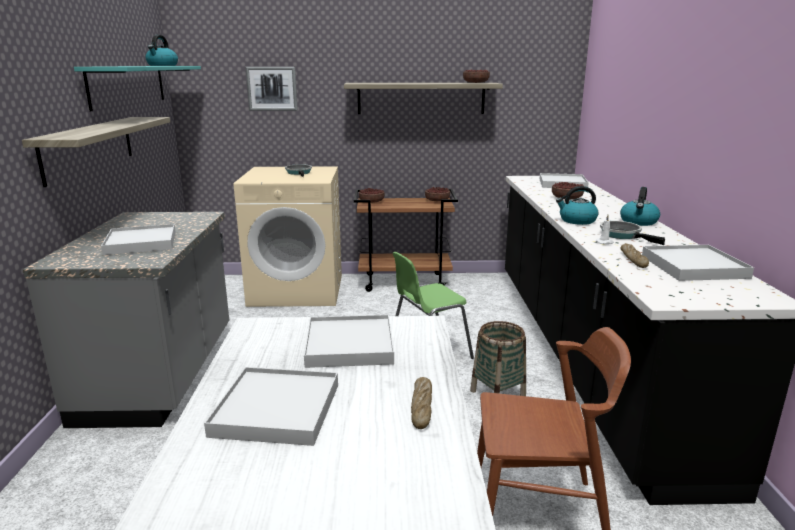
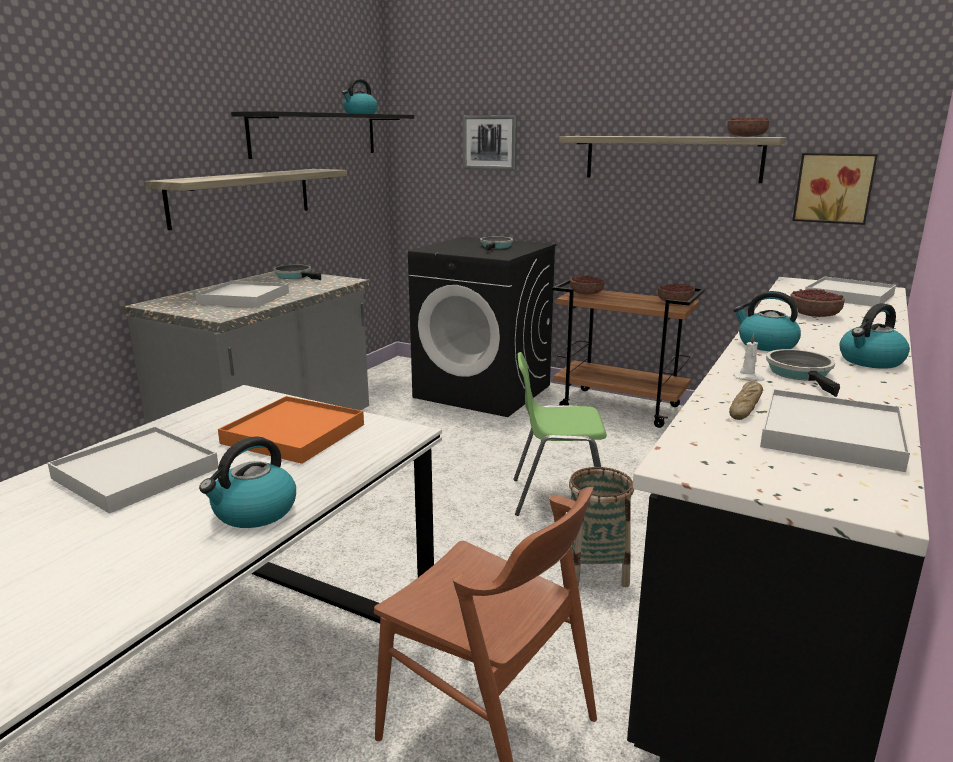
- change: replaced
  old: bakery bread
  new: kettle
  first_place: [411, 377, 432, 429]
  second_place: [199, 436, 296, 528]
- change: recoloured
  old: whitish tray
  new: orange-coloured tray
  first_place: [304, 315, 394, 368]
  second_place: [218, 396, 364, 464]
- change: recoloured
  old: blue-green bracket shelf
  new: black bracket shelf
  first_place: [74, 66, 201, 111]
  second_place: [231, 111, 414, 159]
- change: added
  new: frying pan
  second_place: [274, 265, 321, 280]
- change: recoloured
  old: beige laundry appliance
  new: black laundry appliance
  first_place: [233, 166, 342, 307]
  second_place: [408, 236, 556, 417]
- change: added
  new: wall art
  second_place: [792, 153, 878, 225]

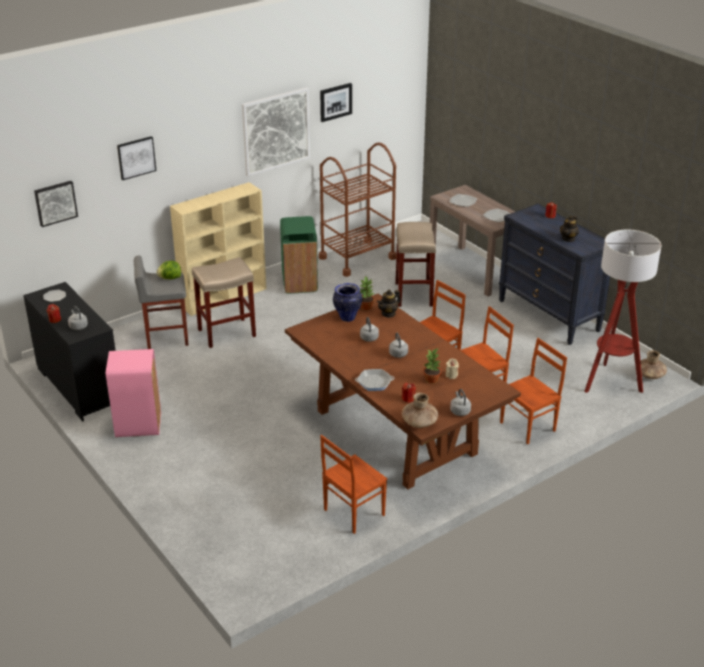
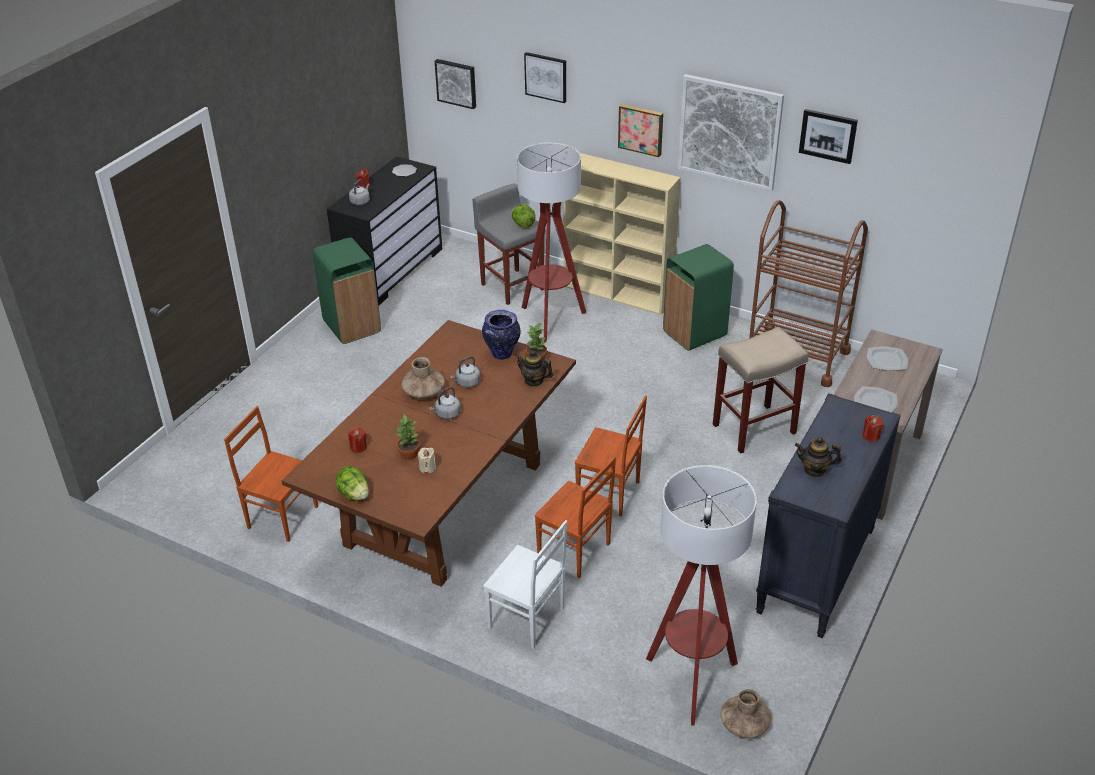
- change: recoloured
  old: pink rubbish bin
  new: green-coloured rubbish bin
  first_place: [106, 349, 161, 437]
  second_place: [313, 237, 381, 344]
- change: replaced
  old: greyish kettle
  new: head of lettuce
  first_place: [450, 389, 471, 416]
  second_place: [335, 466, 369, 500]
- change: moved
  old: brownish flower vase
  first_place: [402, 393, 438, 428]
  second_place: [402, 357, 445, 399]
- change: recoloured
  old: brownish upright chair
  new: whitish upright chair
  first_place: [500, 338, 567, 444]
  second_place: [483, 520, 567, 649]
- change: replaced
  old: beige stool
  new: standing lamp
  first_place: [192, 257, 256, 348]
  second_place: [517, 142, 586, 343]
- change: added
  new: wall art
  second_place: [618, 104, 663, 157]
- change: removed
  old: frying pan
  first_place: [355, 369, 394, 391]

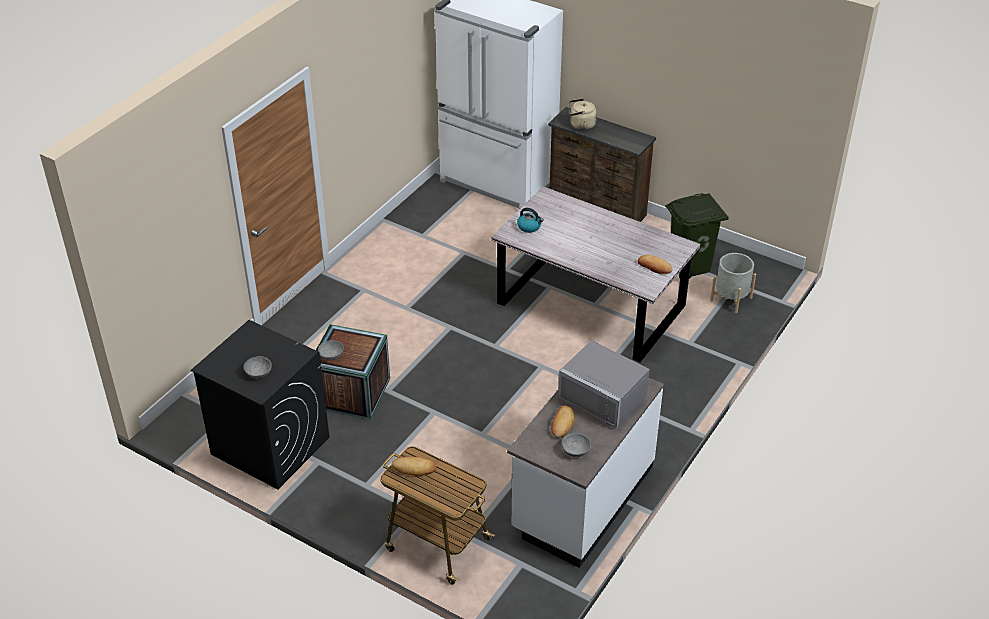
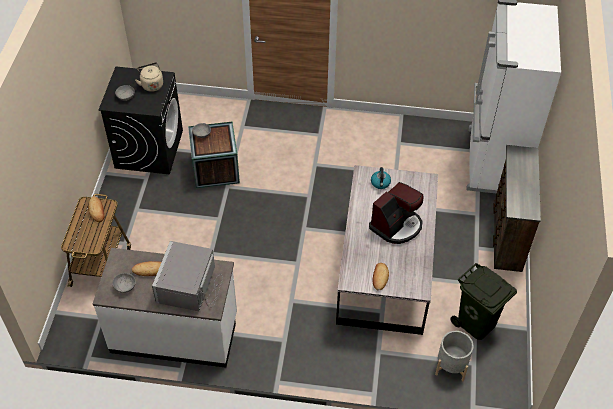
- change: moved
  old: beige kettle
  first_place: [569, 99, 597, 130]
  second_place: [135, 62, 163, 92]
- change: added
  new: coffee maker
  second_place: [369, 182, 423, 244]

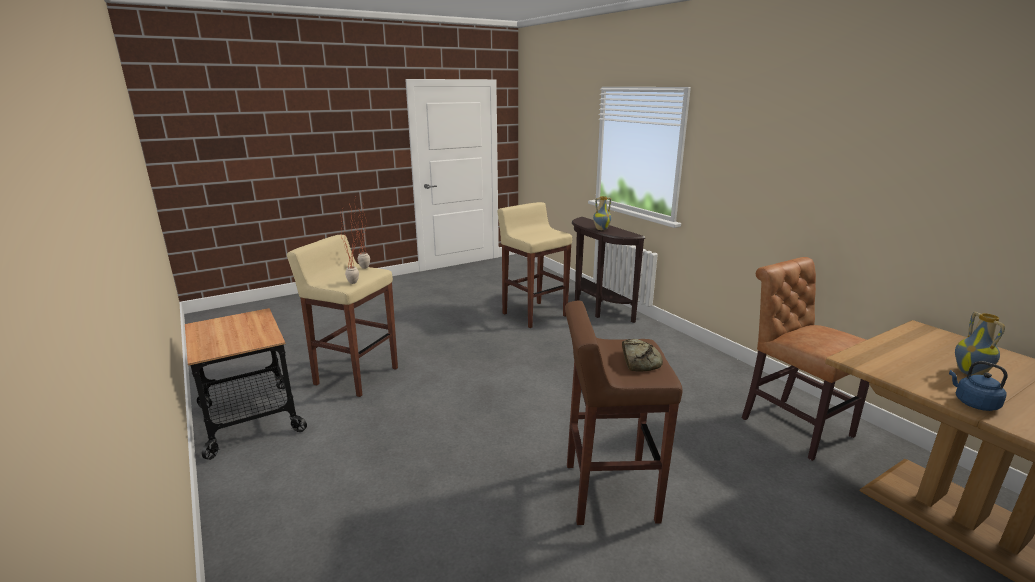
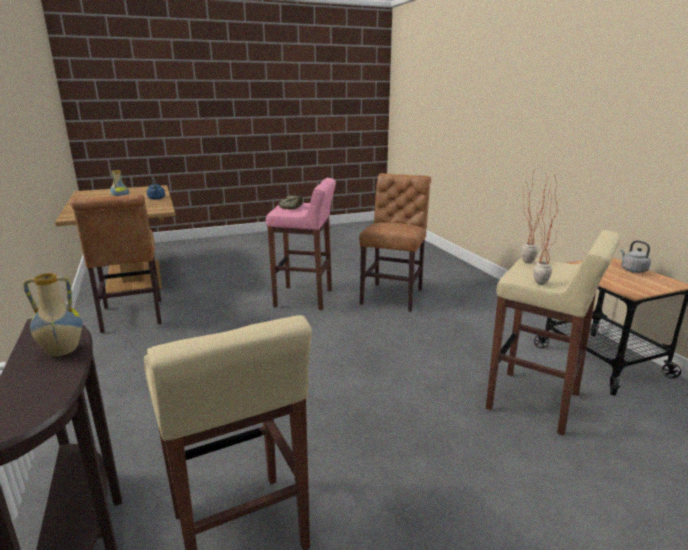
- change: recoloured
  old: brownish stool
  new: pink stool
  first_place: [565, 301, 683, 525]
  second_place: [266, 178, 336, 310]
- change: added
  new: brownish upright chair
  second_place: [359, 173, 431, 312]
- change: added
  new: greyish kettle
  second_place: [620, 240, 651, 273]

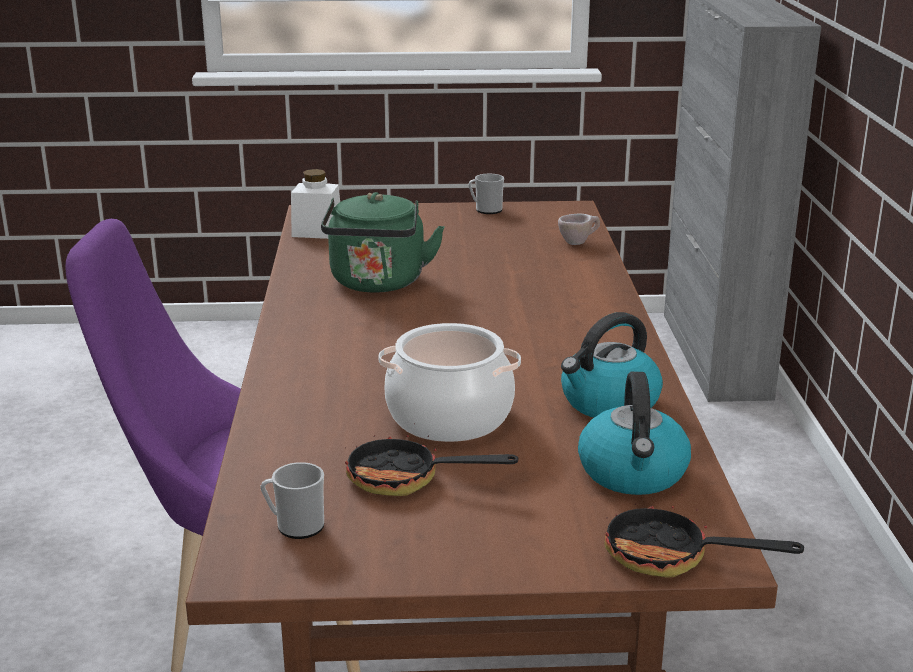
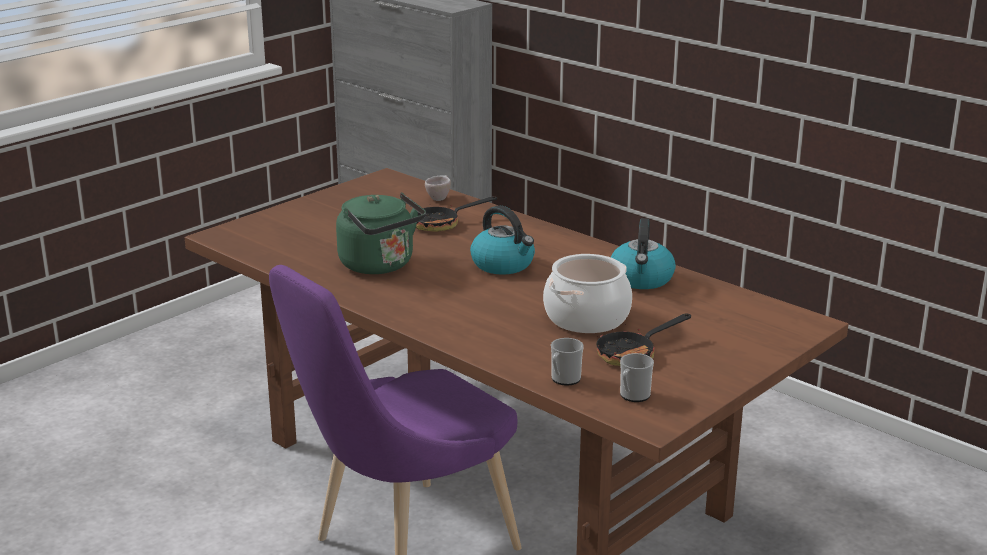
- change: moved
  old: frying pan
  first_place: [604, 504, 804, 577]
  second_place: [416, 196, 497, 232]
- change: moved
  old: kettle
  first_place: [578, 372, 691, 495]
  second_place: [470, 206, 535, 275]
- change: moved
  old: coffee mug
  first_place: [468, 174, 504, 214]
  second_place: [551, 338, 584, 385]
- change: removed
  old: whitish preserve jar
  first_place: [291, 169, 340, 239]

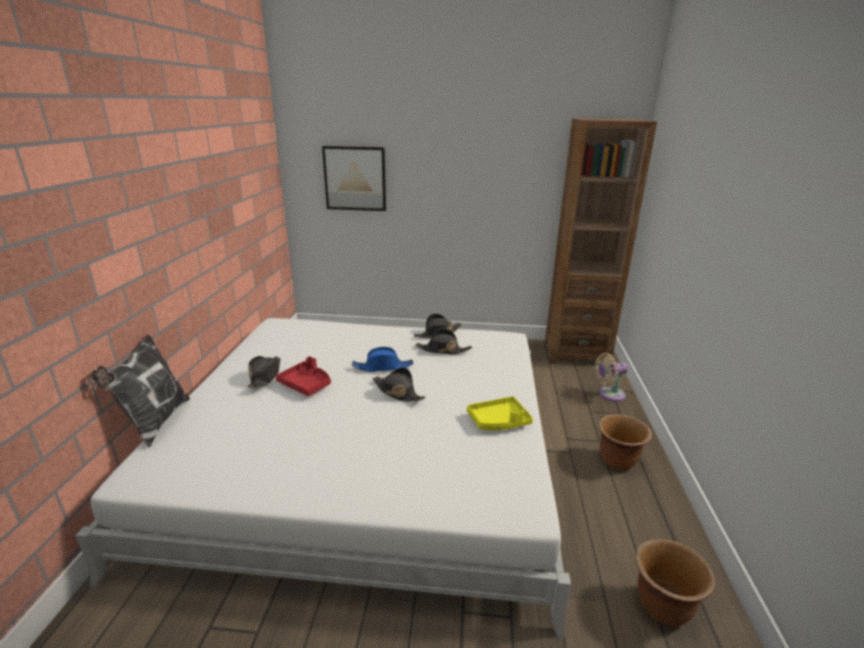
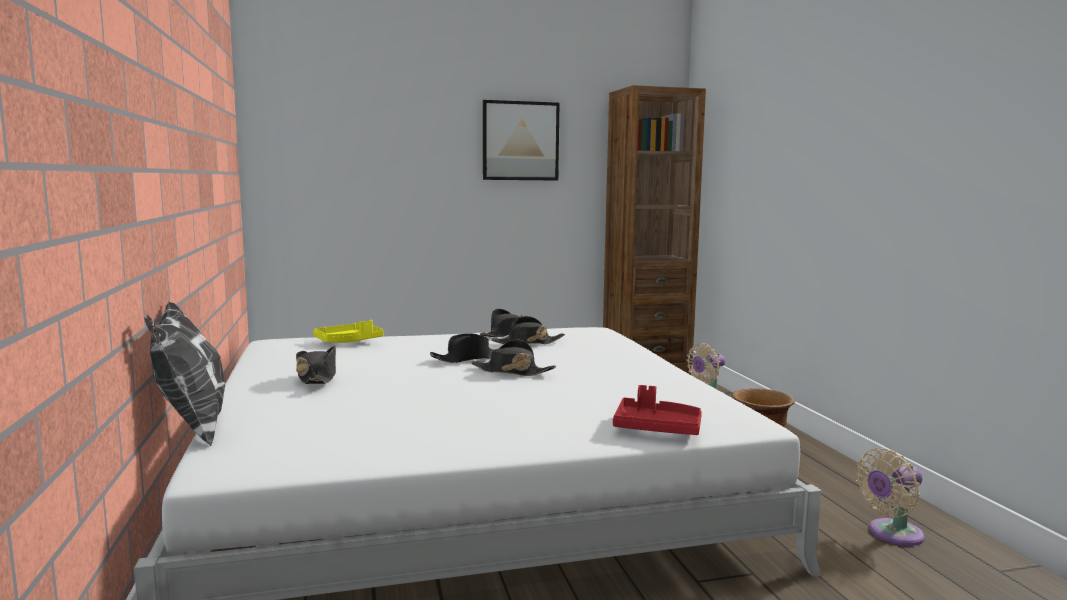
- change: moved
  old: yellow tray
  first_place: [467, 396, 533, 430]
  second_place: [313, 320, 383, 343]
- change: recoloured
  old: blue-coloured clothing hat
  new: black clothing hat
  first_place: [352, 347, 414, 372]
  second_place: [430, 333, 498, 363]
- change: moved
  old: wall art
  first_place: [322, 146, 386, 211]
  second_place: [483, 100, 560, 181]
- change: moved
  old: red tray
  first_place: [276, 356, 331, 396]
  second_place: [613, 385, 702, 435]
- change: replaced
  old: brownish planter
  new: beige electric fan
  first_place: [636, 539, 715, 626]
  second_place: [855, 448, 924, 546]

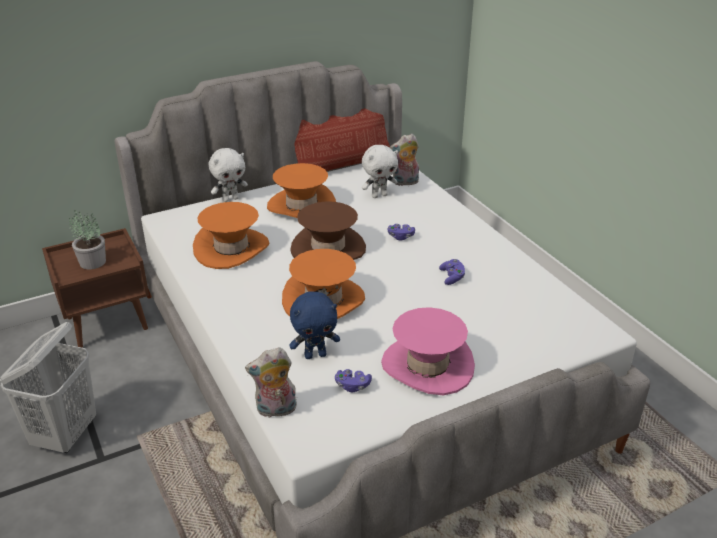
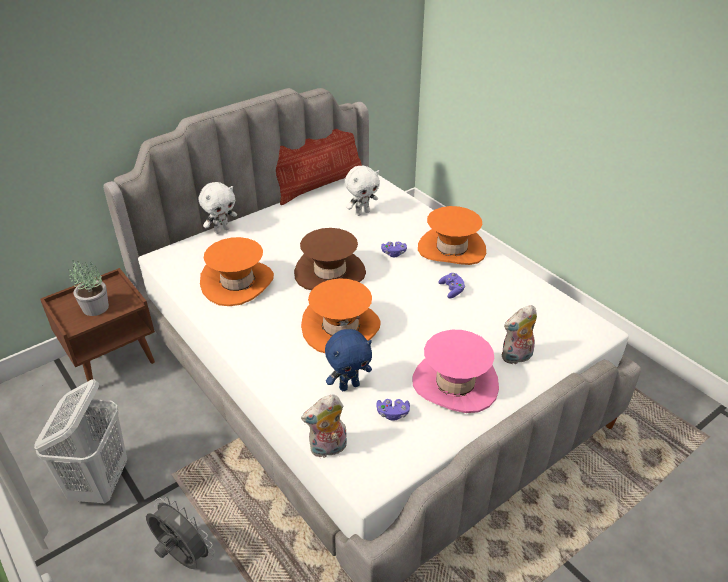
- change: added
  new: greyish electric fan
  second_place: [146, 497, 215, 569]
- change: moved
  old: orange-coloured clothing hat
  first_place: [267, 163, 336, 218]
  second_place: [418, 206, 486, 265]
- change: moved
  old: cuddly toy
  first_place: [390, 134, 419, 186]
  second_place: [502, 305, 537, 364]

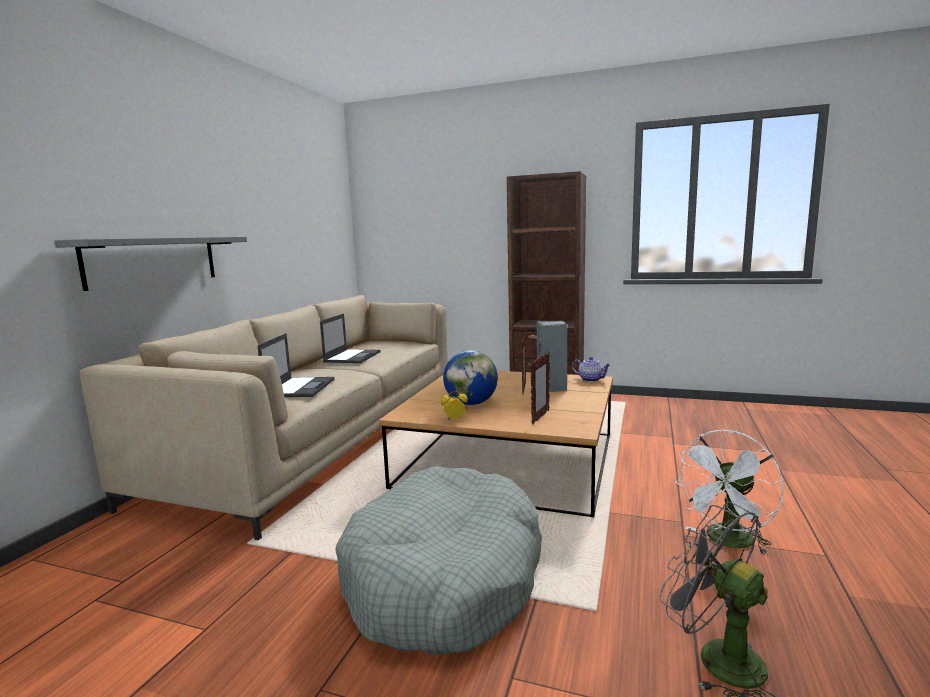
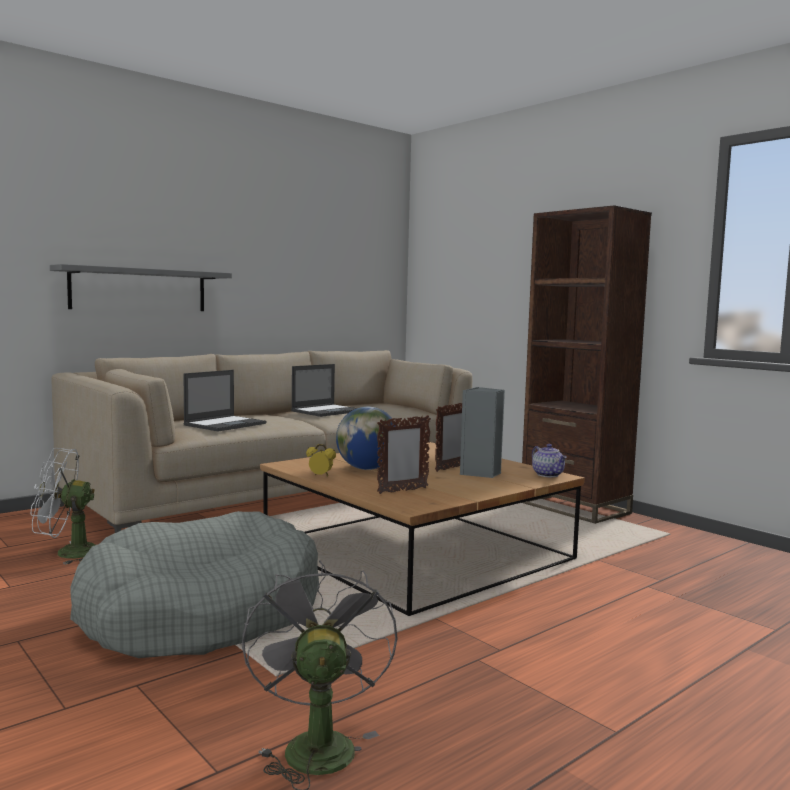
- change: moved
  old: whitish electric fan
  first_place: [674, 430, 784, 555]
  second_place: [31, 448, 96, 565]

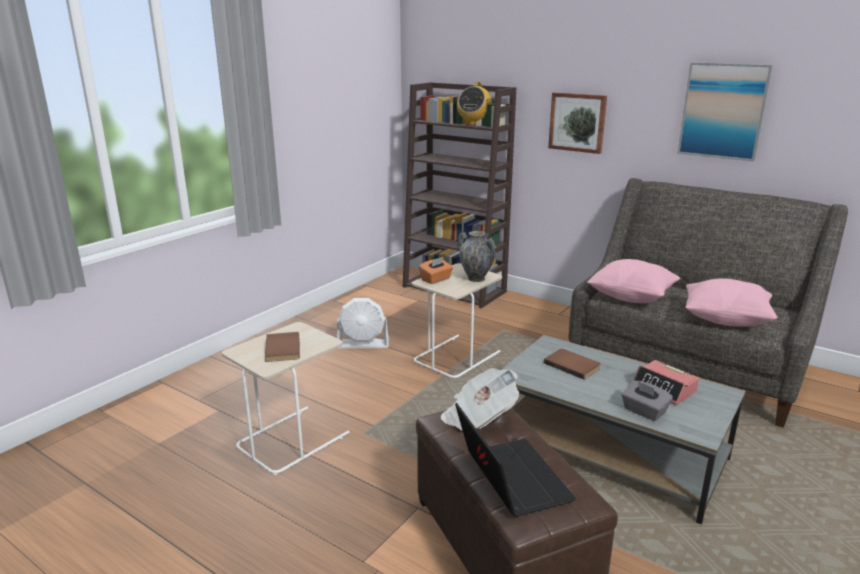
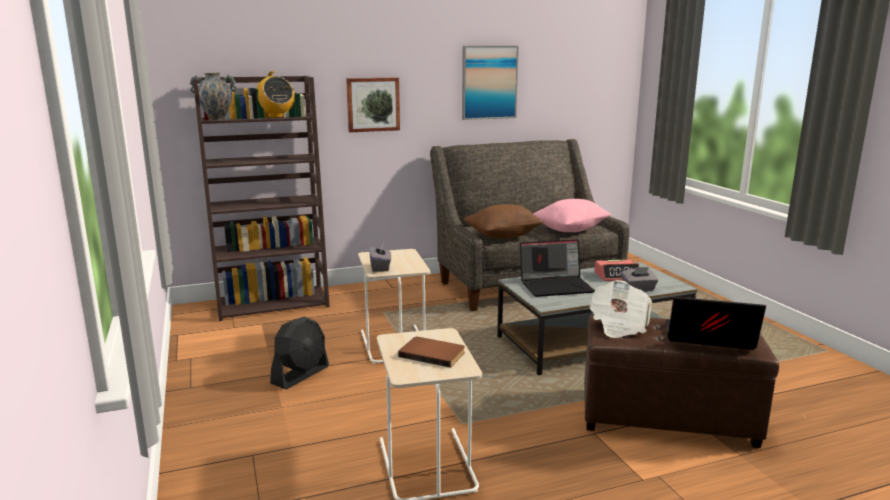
- change: moved
  old: flower vase
  first_place: [457, 231, 496, 282]
  second_place: [190, 72, 237, 120]
- change: recoloured
  old: whitish electric fan
  new: black electric fan
  first_place: [337, 298, 389, 348]
  second_place: [270, 316, 329, 390]
- change: recoloured
  old: orange-coloured tissue box
  new: greyish tissue box
  first_place: [419, 257, 453, 284]
  second_place: [369, 245, 391, 272]
- change: recoloured
  old: pink pillow
  new: brownish pillow
  first_place: [587, 259, 681, 303]
  second_place: [463, 204, 543, 239]
- change: replaced
  old: brownish volume
  new: portable computer
  first_place: [544, 349, 601, 380]
  second_place: [520, 239, 595, 297]

